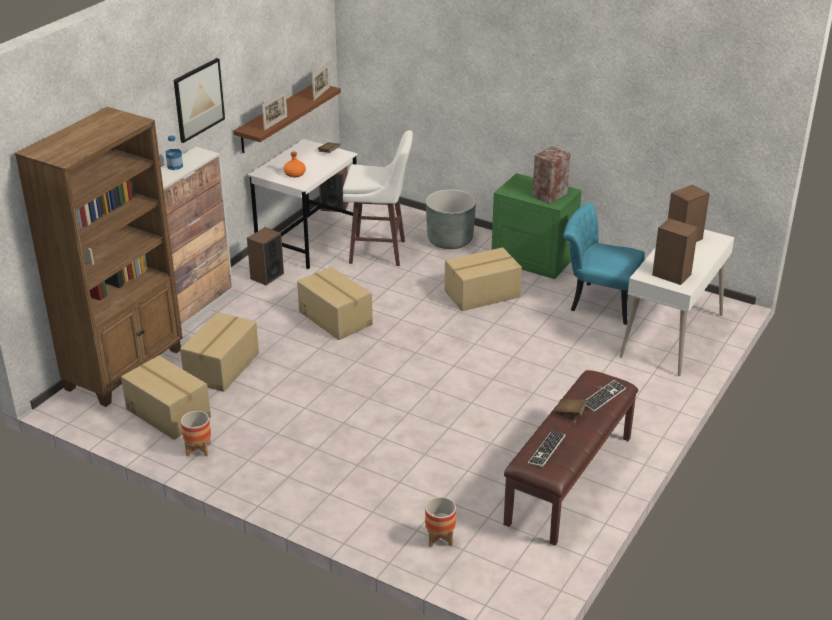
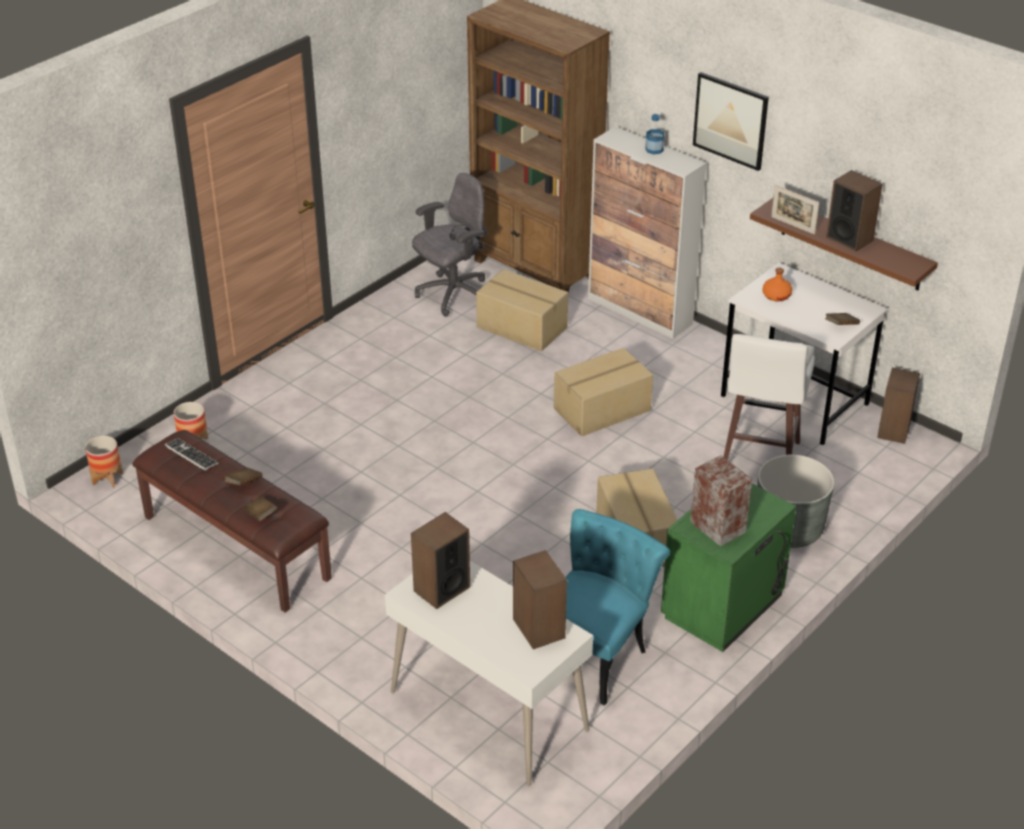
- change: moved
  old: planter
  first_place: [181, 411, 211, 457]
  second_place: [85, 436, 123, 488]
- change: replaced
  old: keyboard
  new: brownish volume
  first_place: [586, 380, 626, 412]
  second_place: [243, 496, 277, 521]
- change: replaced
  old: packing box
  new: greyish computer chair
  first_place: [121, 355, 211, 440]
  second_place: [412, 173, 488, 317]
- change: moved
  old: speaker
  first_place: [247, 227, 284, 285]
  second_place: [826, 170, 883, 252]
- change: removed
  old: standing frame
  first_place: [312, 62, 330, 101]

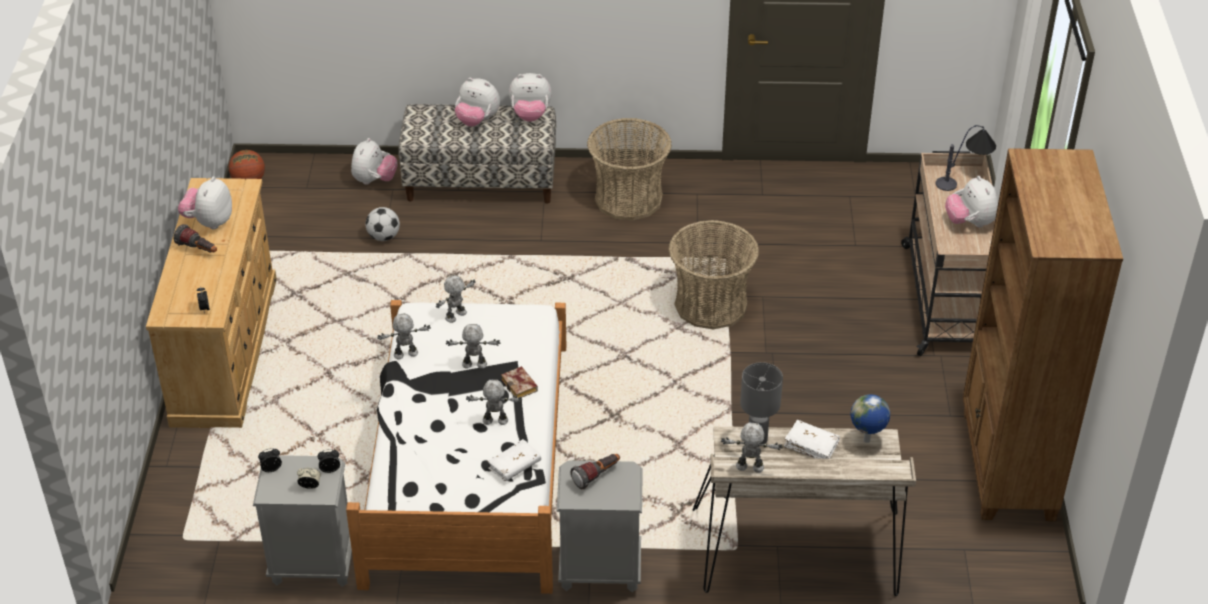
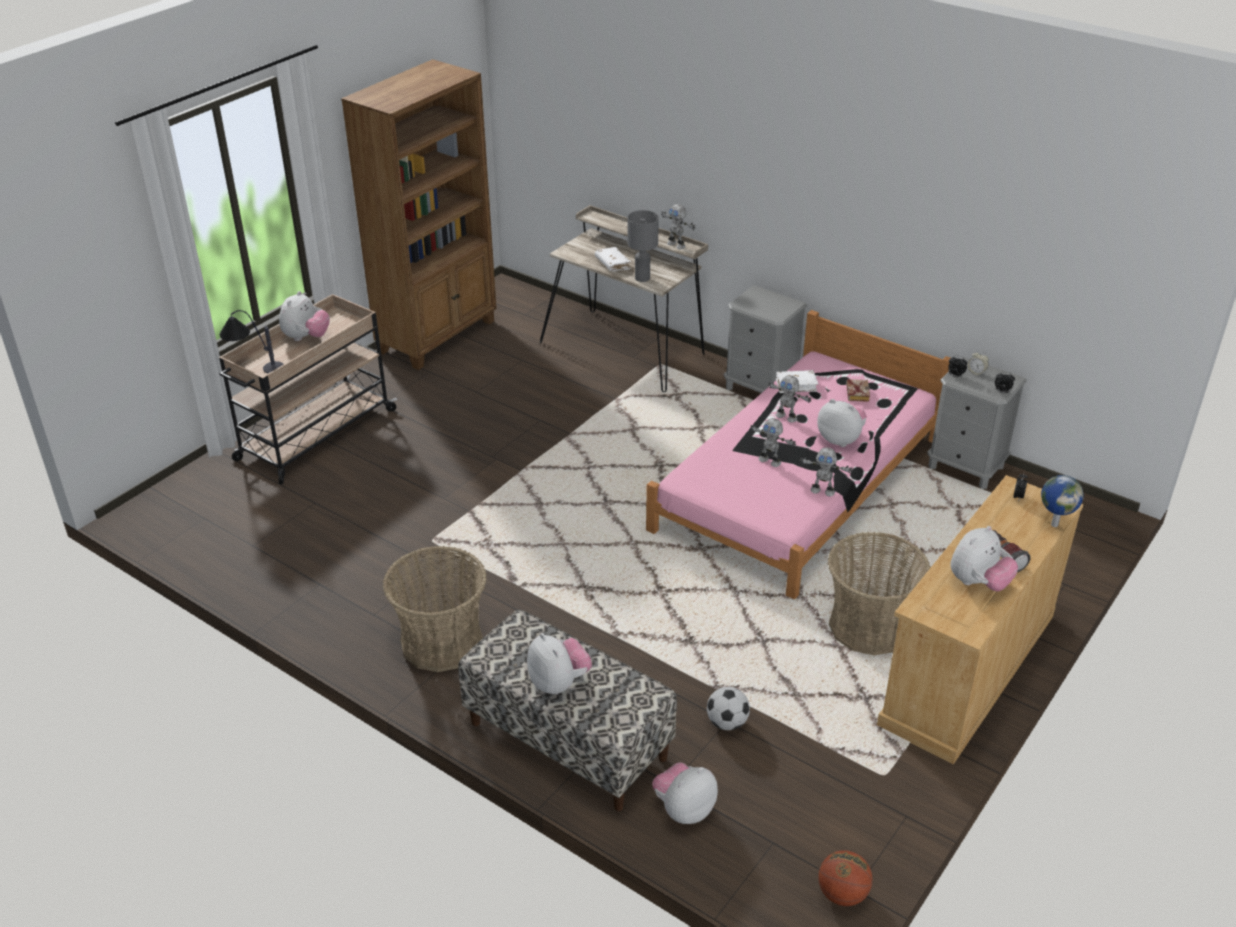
- change: recoloured
  old: whitish bedroom bed
  new: pink bedroom bed
  first_place: [346, 300, 566, 594]
  second_place: [646, 310, 950, 599]
- change: moved
  old: cuddly toy
  first_place: [509, 73, 552, 122]
  second_place: [817, 399, 867, 447]
- change: moved
  old: basket
  first_place: [668, 220, 759, 329]
  second_place: [828, 532, 931, 655]
- change: moved
  old: volume
  first_place: [501, 366, 538, 398]
  second_place: [846, 379, 870, 402]
- change: moved
  old: world globe
  first_place: [850, 394, 890, 443]
  second_place: [1041, 475, 1084, 527]
- change: removed
  old: robot figure
  first_place: [436, 275, 476, 323]
- change: removed
  old: flashlight
  first_place: [571, 454, 620, 489]

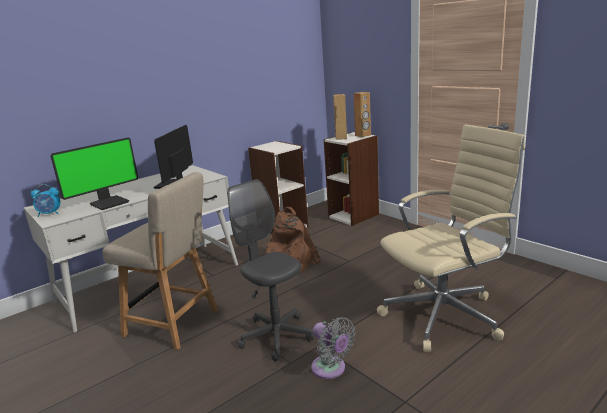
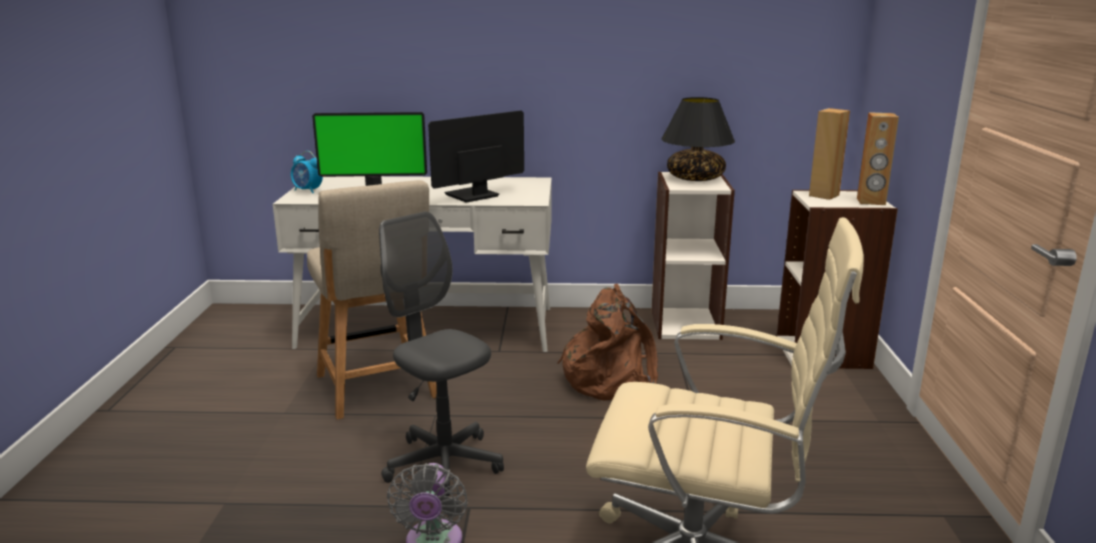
- change: turned
  old: greyish computer chair
  first_place: [227, 179, 314, 361]
  second_place: [379, 211, 504, 496]
  degrees: -45
- change: added
  new: black table lamp
  second_place: [661, 97, 735, 181]

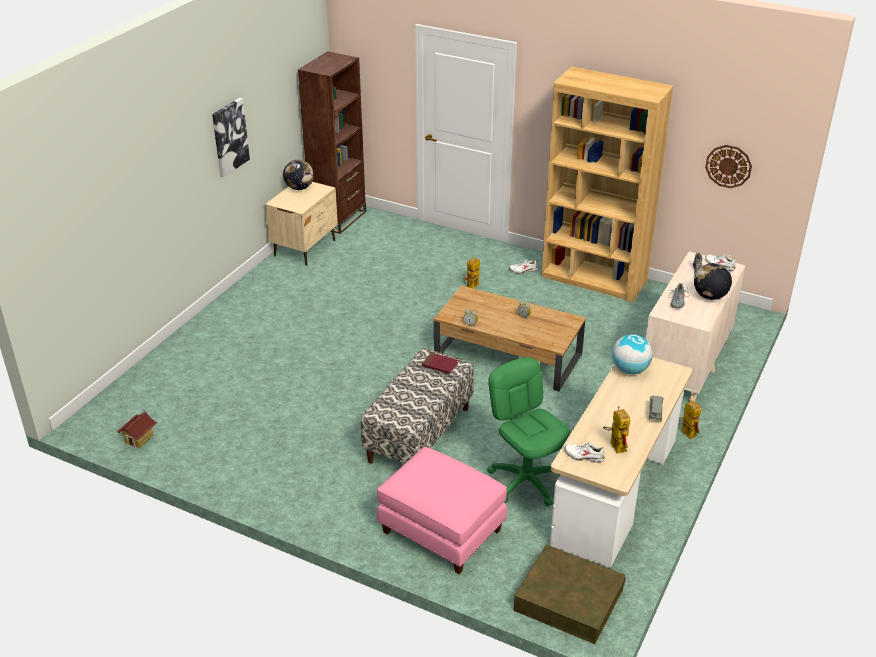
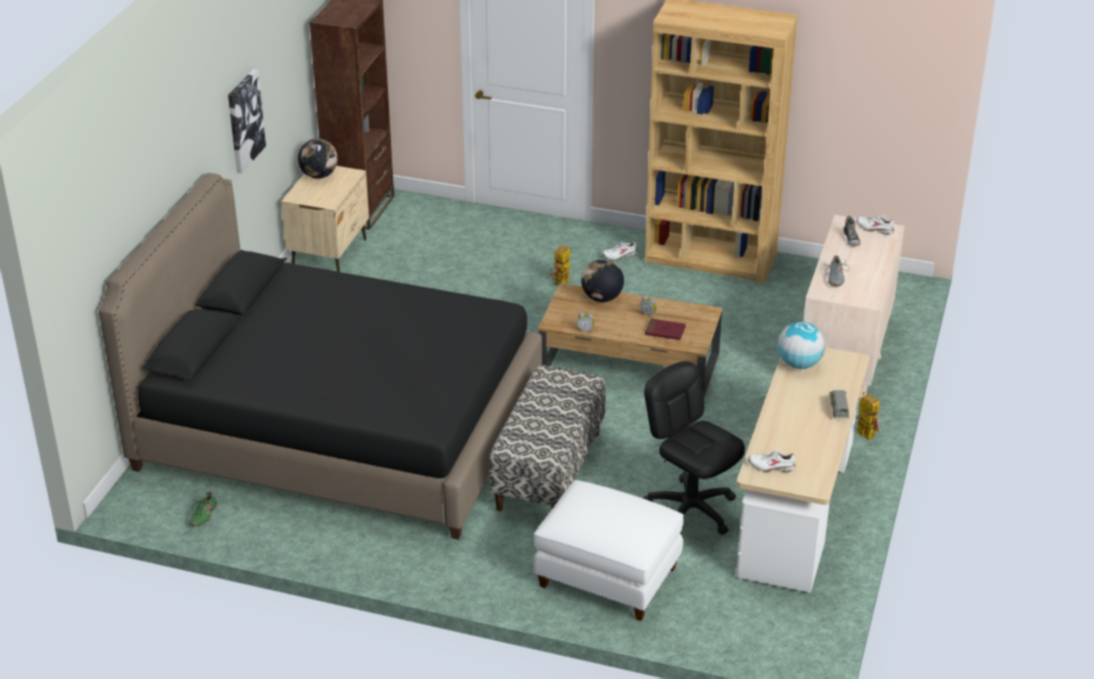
- change: added
  new: black bedroom bed
  second_place: [99, 173, 542, 540]
- change: replaced
  old: model house
  new: green-coloured item of footwear
  first_place: [117, 412, 157, 448]
  second_place: [189, 491, 217, 527]
- change: recoloured
  old: pink pouffe
  new: whitish pouffe
  first_place: [377, 447, 507, 574]
  second_place: [533, 480, 683, 621]
- change: moved
  old: world globe
  first_place: [694, 263, 732, 300]
  second_place: [581, 259, 624, 302]
- change: recoloured
  old: green-coloured computer chair
  new: black computer chair
  first_place: [487, 357, 571, 506]
  second_place: [643, 361, 745, 535]
- change: moved
  old: red volume
  first_place: [422, 352, 459, 374]
  second_place: [645, 319, 686, 340]
- change: removed
  old: brownish storage container
  first_place: [514, 545, 626, 644]
- change: removed
  old: robot figure
  first_place: [603, 406, 630, 454]
- change: removed
  old: wall clock
  first_place: [705, 145, 752, 188]

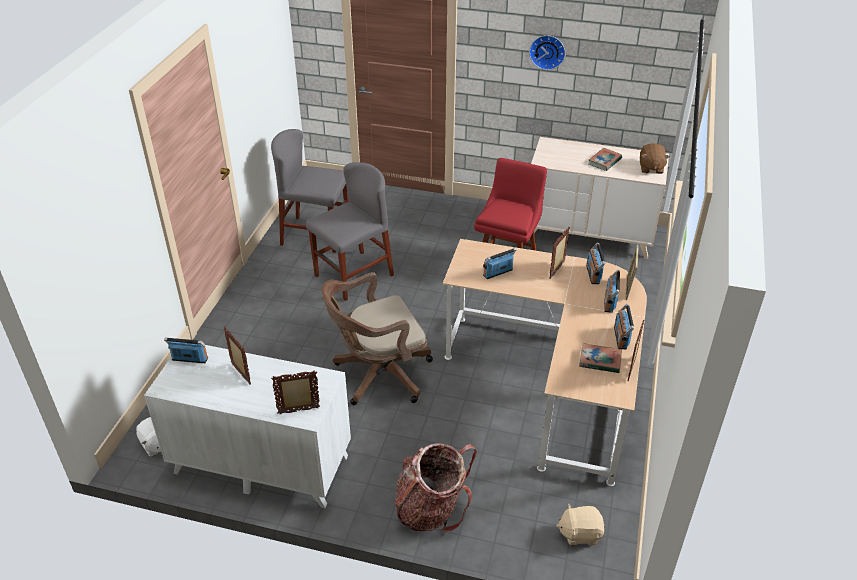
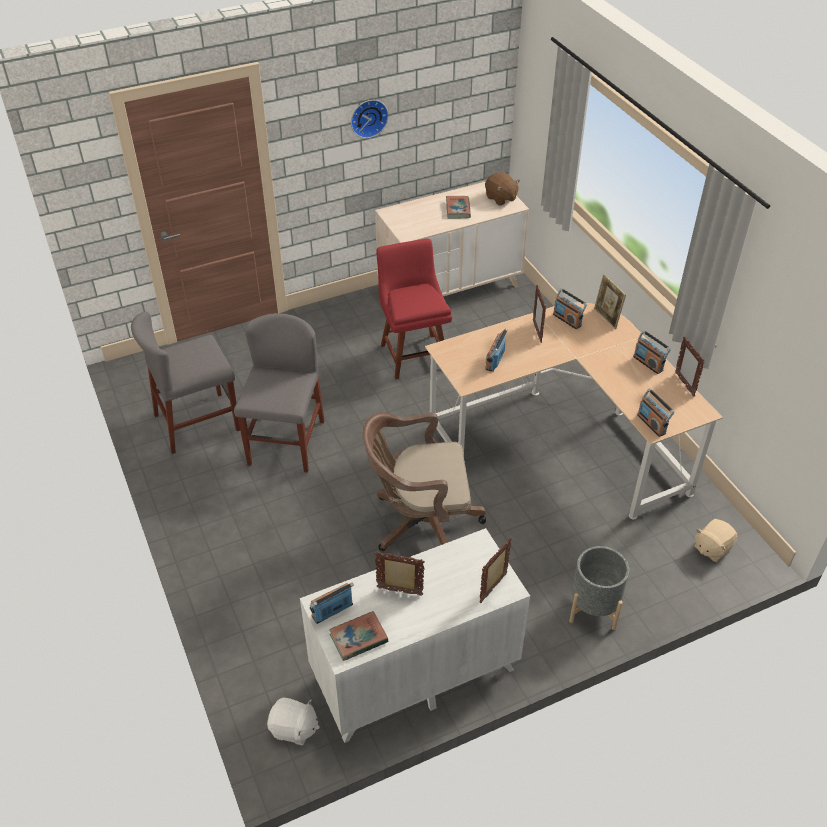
- change: moved
  old: volume
  first_place: [579, 343, 622, 373]
  second_place: [329, 611, 388, 661]
- change: turned
  old: brownish computer chair
  first_place: [322, 272, 433, 405]
  second_place: [362, 412, 486, 551]
  degrees: 60
- change: replaced
  old: knapsack
  new: greyish planter
  first_place: [395, 443, 477, 532]
  second_place: [569, 546, 629, 630]
- change: moved
  old: radio
  first_place: [604, 270, 620, 313]
  second_place: [637, 389, 674, 437]

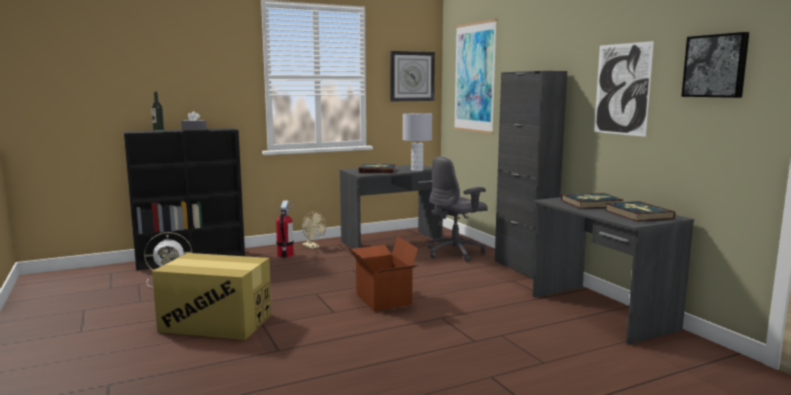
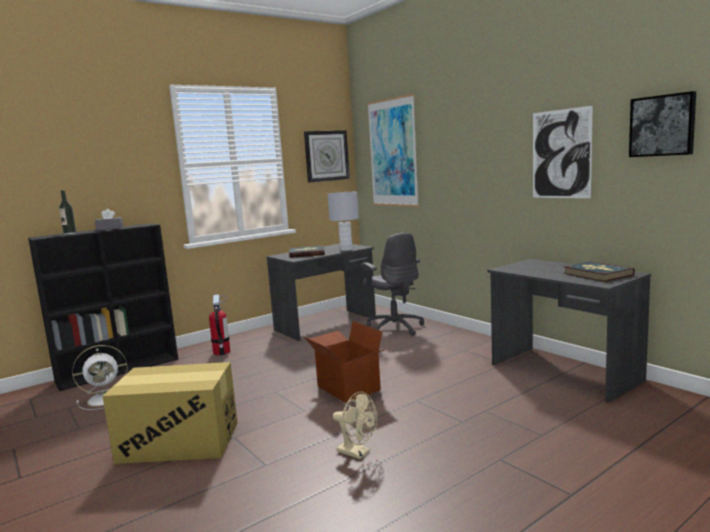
- change: moved
  old: beige electric fan
  first_place: [302, 212, 326, 249]
  second_place: [333, 392, 378, 459]
- change: turned
  old: greyish computer chair
  first_place: [428, 156, 488, 262]
  second_place: [360, 232, 424, 336]
  degrees: -75
- change: removed
  old: black cabinet
  first_place: [495, 71, 567, 280]
- change: removed
  old: volume
  first_place: [561, 193, 624, 209]

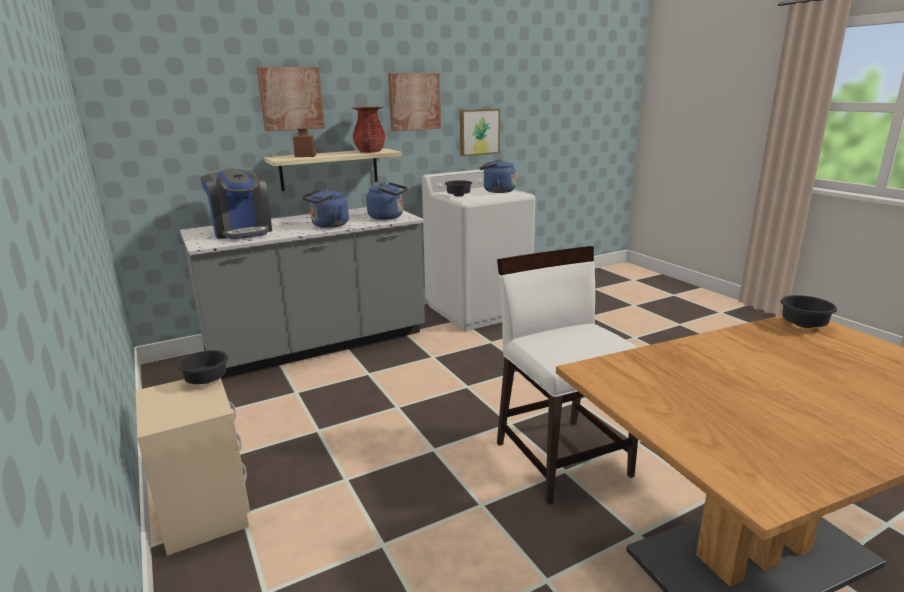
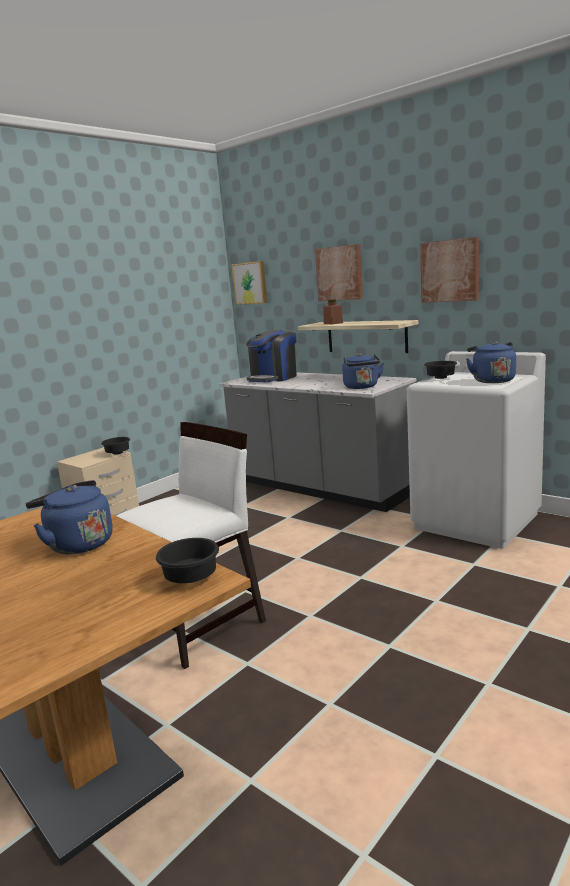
- change: moved
  old: blue-coloured kettle
  first_place: [302, 189, 349, 228]
  second_place: [25, 480, 113, 554]
- change: moved
  old: wall art
  first_place: [460, 109, 500, 156]
  second_place: [232, 261, 267, 305]
- change: removed
  old: red flower vase
  first_place: [352, 107, 386, 152]

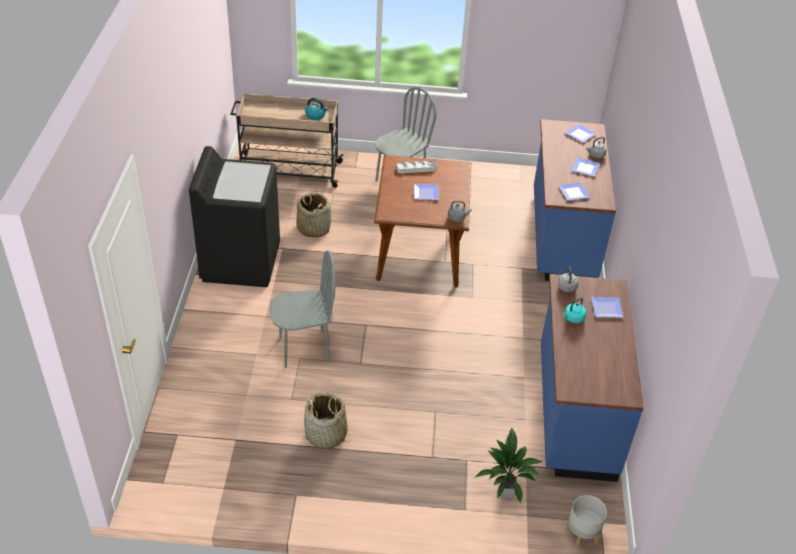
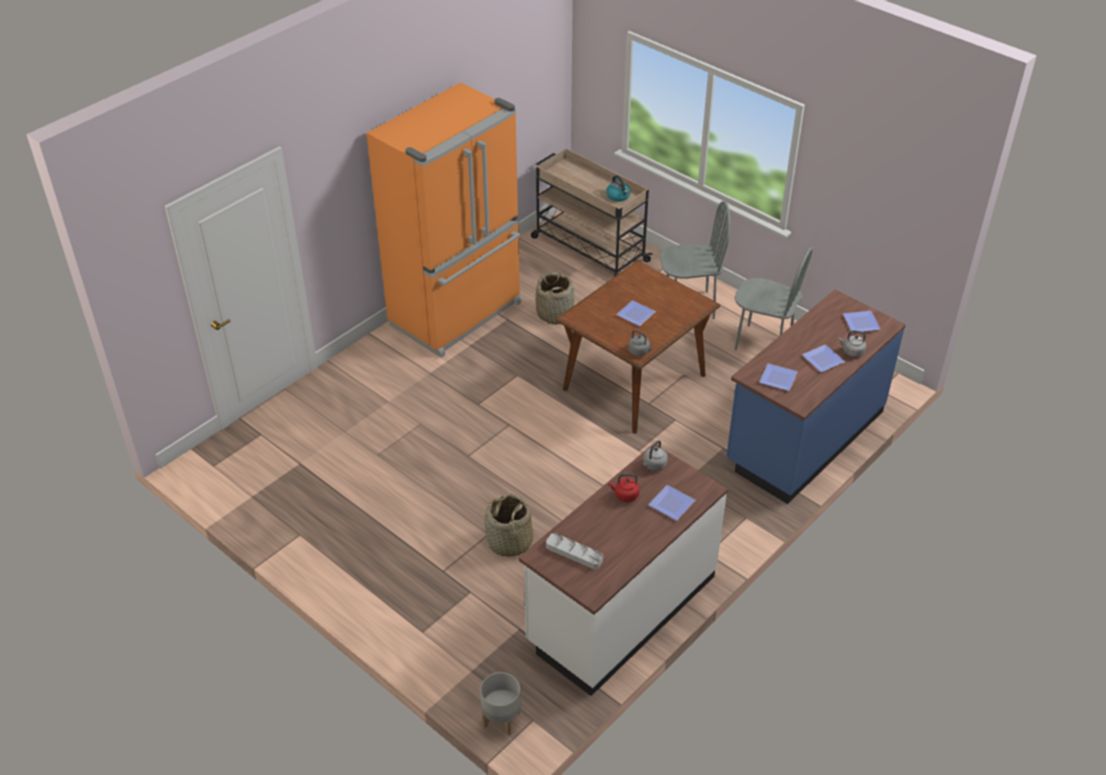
- change: replaced
  old: black laundry appliance
  new: orange-coloured fridge
  first_place: [189, 146, 280, 287]
  second_place: [366, 82, 521, 358]
- change: moved
  old: basket
  first_place: [304, 393, 351, 449]
  second_place: [485, 493, 533, 557]
- change: recoloured
  old: blue-coloured kitchen base unit
  new: whitish kitchen base unit
  first_place: [541, 274, 644, 482]
  second_place: [519, 443, 728, 696]
- change: moved
  old: greyish tray
  first_place: [397, 161, 437, 173]
  second_place: [546, 533, 603, 569]
- change: recoloured
  old: blue-green kettle
  new: red kettle
  first_place: [563, 298, 586, 323]
  second_place: [608, 473, 640, 502]
- change: moved
  old: greyish upright chair
  first_place: [270, 250, 336, 368]
  second_place: [734, 247, 813, 350]
- change: removed
  old: houseplant
  first_place: [474, 428, 542, 504]

